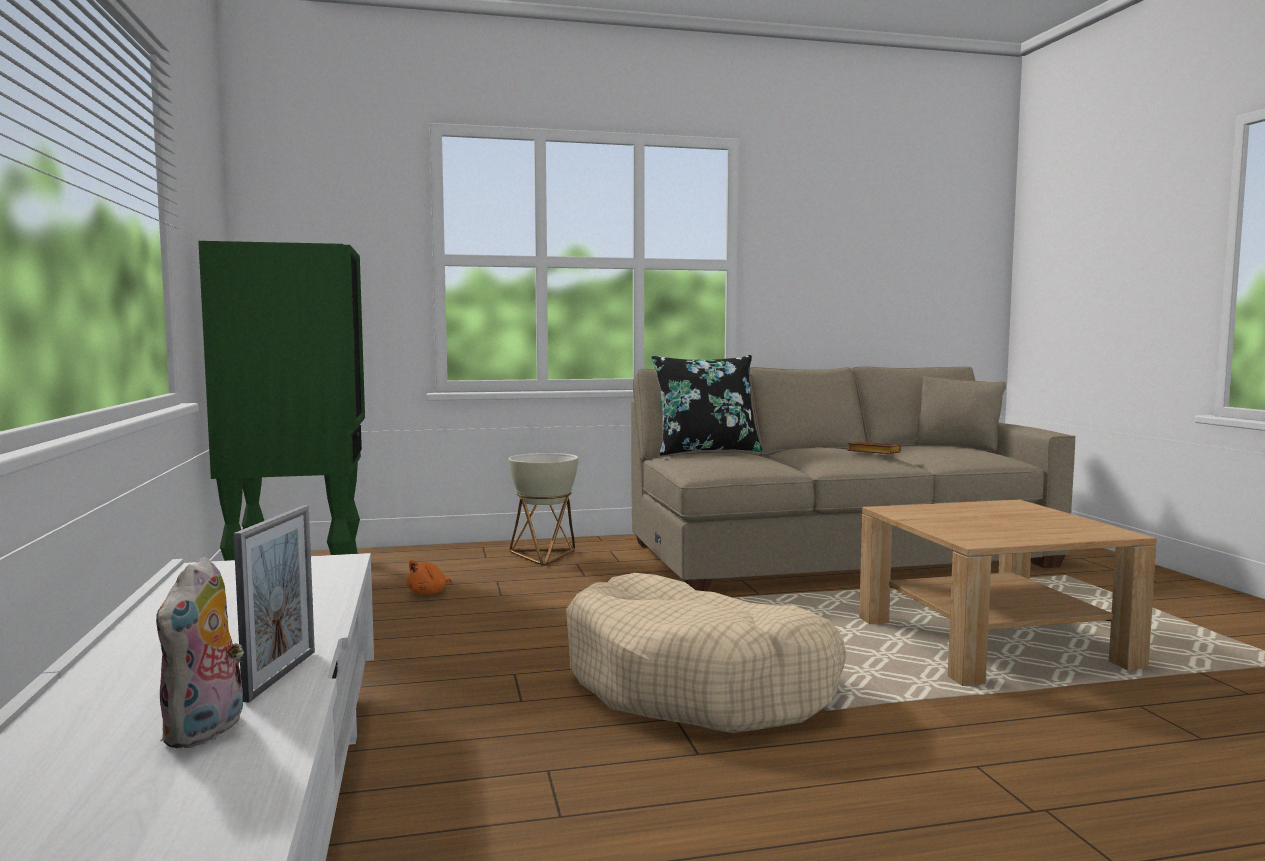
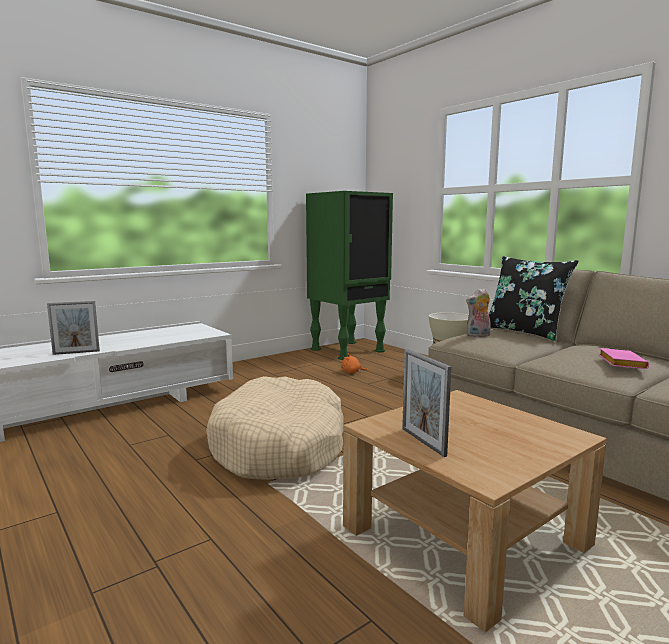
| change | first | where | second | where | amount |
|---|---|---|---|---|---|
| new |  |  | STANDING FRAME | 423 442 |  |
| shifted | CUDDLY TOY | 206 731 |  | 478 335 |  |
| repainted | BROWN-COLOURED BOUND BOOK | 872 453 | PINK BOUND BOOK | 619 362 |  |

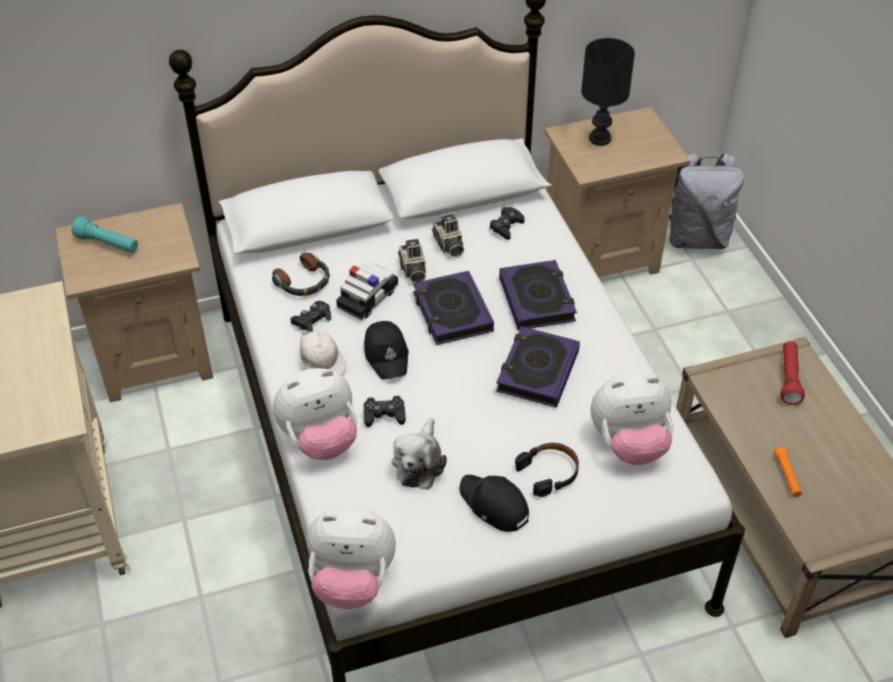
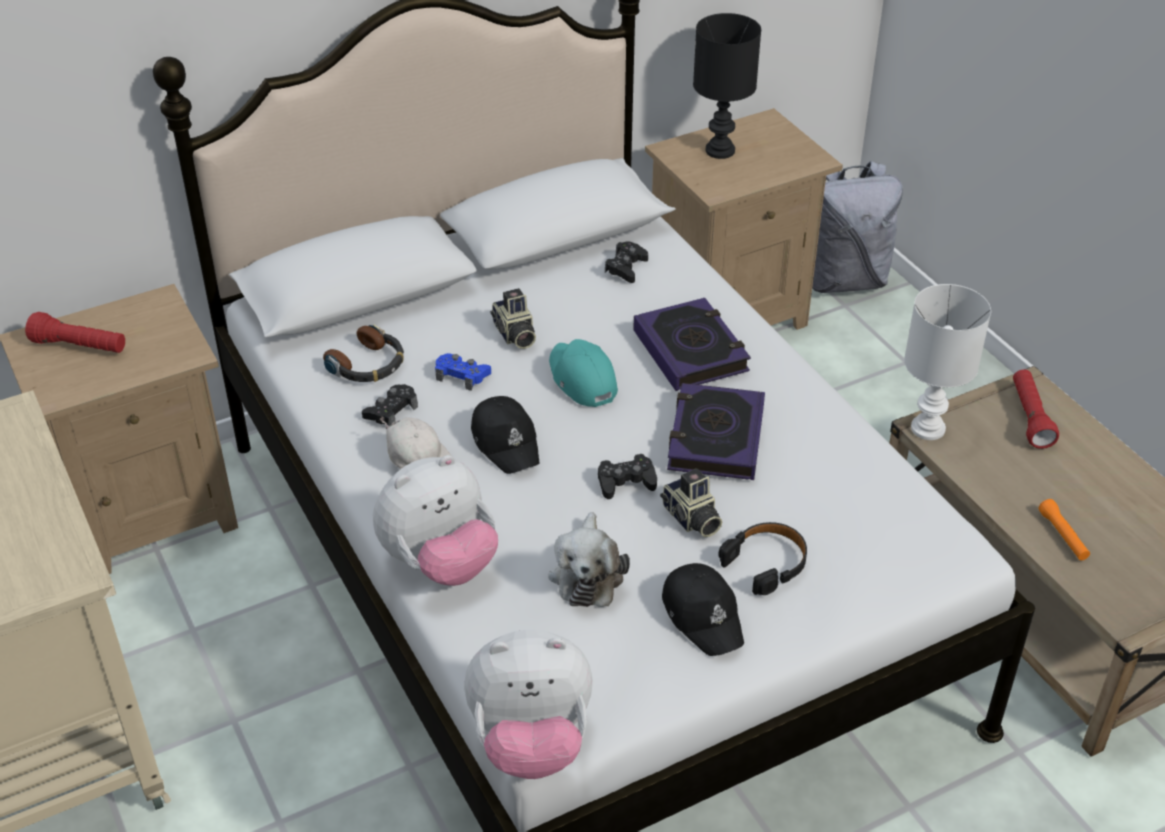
| change | first | where | second | where | amount |
|---|---|---|---|---|---|
| repainted | TURQUOISE-COLOURED HAND TORCH | 108 244 | RED HAND TORCH | 80 347 |  |
| swapped | TOY CAR | 368 298 | BLUE GAMEPAD | 462 375 |  |
| swapped | BOUND BOOK | 452 312 | TURQUOISE-COLOURED CAP | 581 379 |  |
| shifted | BLACK GAMEPAD | 384 415 |  | 626 482 |  |
| shifted | STILL CAMERA | 448 246 |  | 691 519 |  |
| rotated | BLACK CAP | 494 505 |  | 703 615 | 150 degrees counterclockwise |
| new |  |  | WHITE-COLOURED LAMP FOR A TABLE | 927 429 |  |
| gone | CUDDLY TOY | 629 444 |  |  |  |

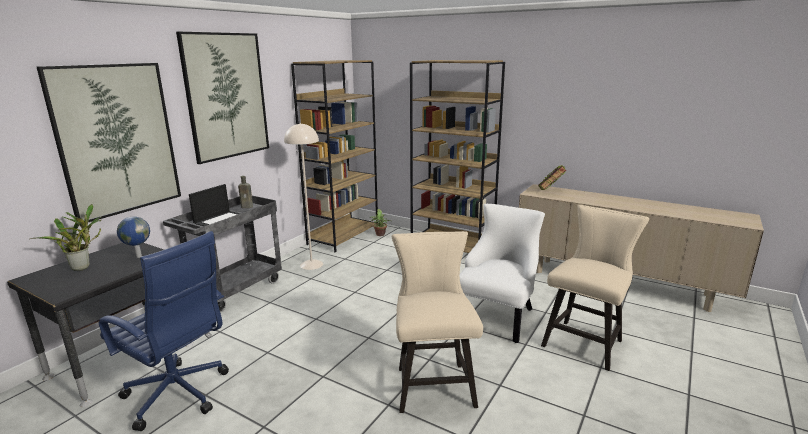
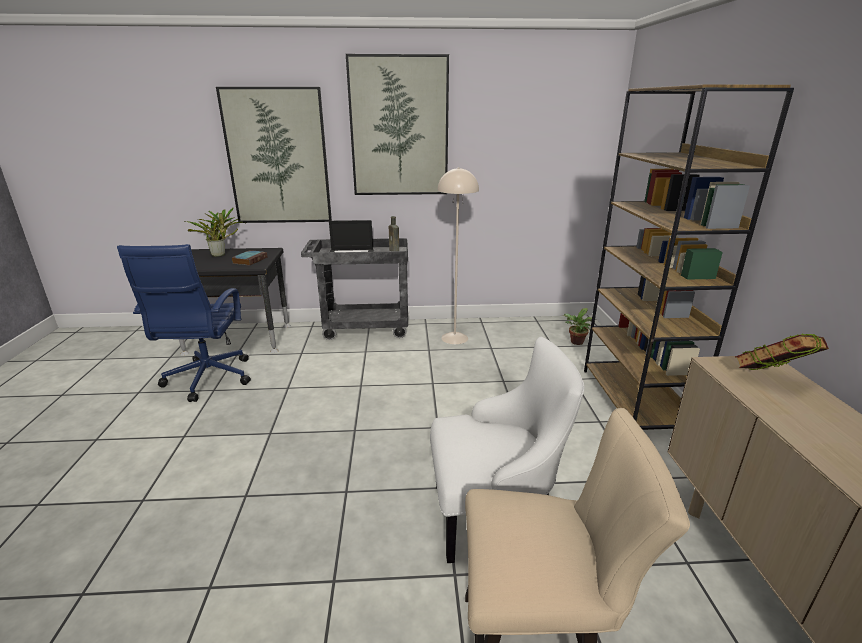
| change | first | where | second | where | amount |
|---|---|---|---|---|---|
| swapped | DESK GLOBE | 138 256 | BOUND BOOK | 250 260 |  |
| gone | BROWN-COLOURED BOOKSHELF | 343 236 |  |  |  |
| gone | SAND-COLOURED PLAIN CHAIR | 433 382 |  |  |  |

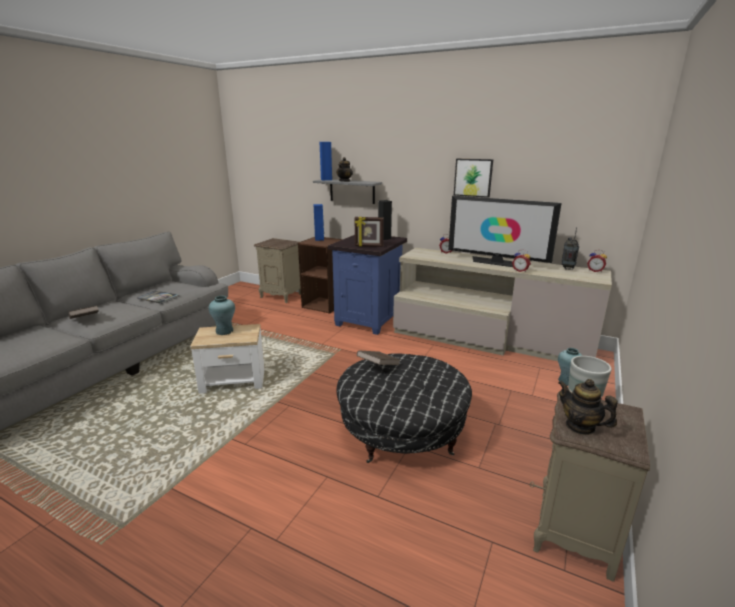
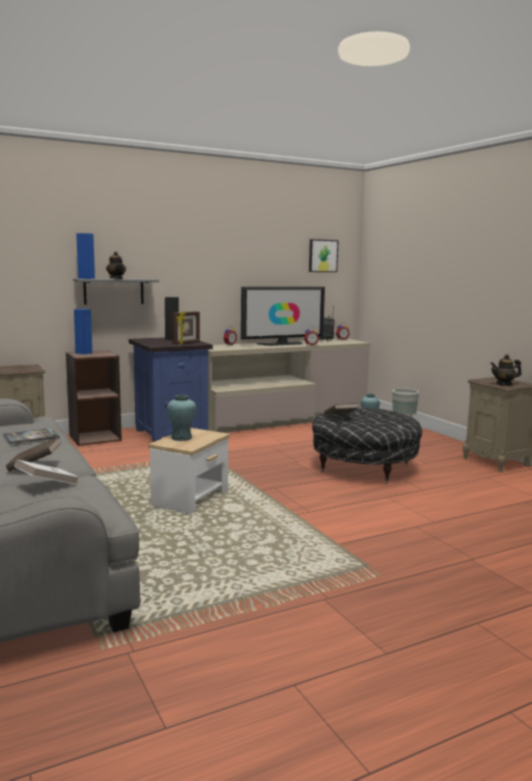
| change | first | where | second | where | amount |
|---|---|---|---|---|---|
| new |  |  | WHITE-COLOURED BOUND BOOK | 47 485 |  |
| shifted | WALL ART | 473 177 |  | 322 256 |  |

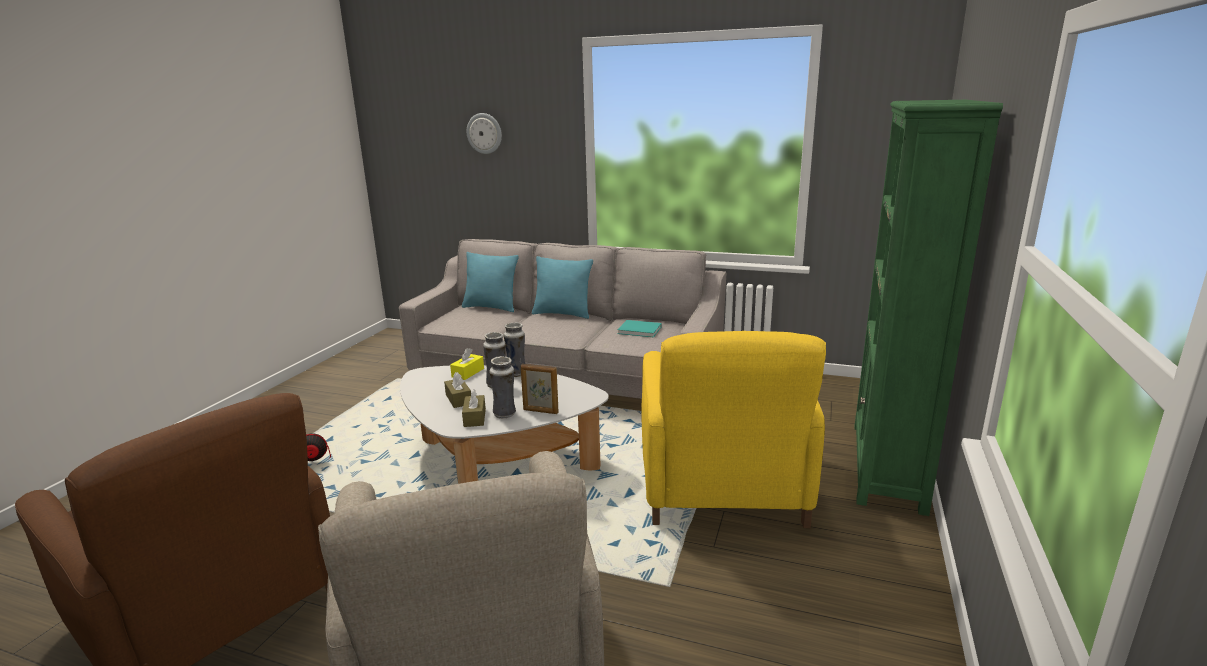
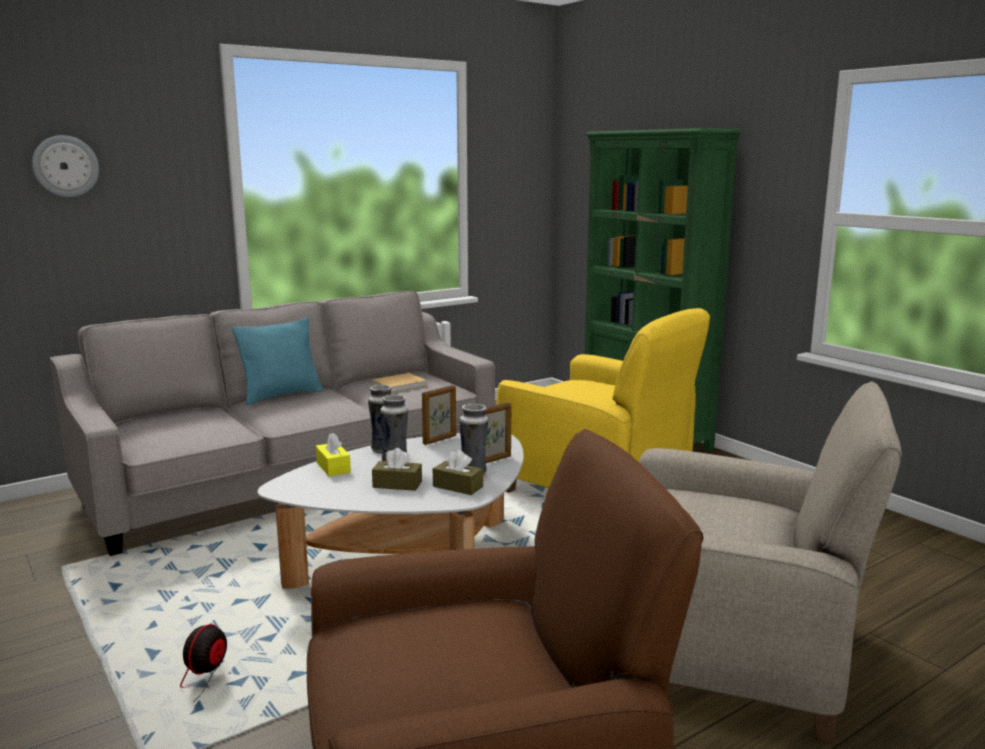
| change | first | where | second | where | amount |
|---|---|---|---|---|---|
| repainted | TURQUOISE-COLOURED BOUND BOOK | 641 330 | SAND-COLOURED BOUND BOOK | 400 384 |  |
| new |  |  | STANDING FRAME | 440 440 |  |
| gone | TURQUOISE-COLOURED PILLOW | 491 307 |  |  |  |

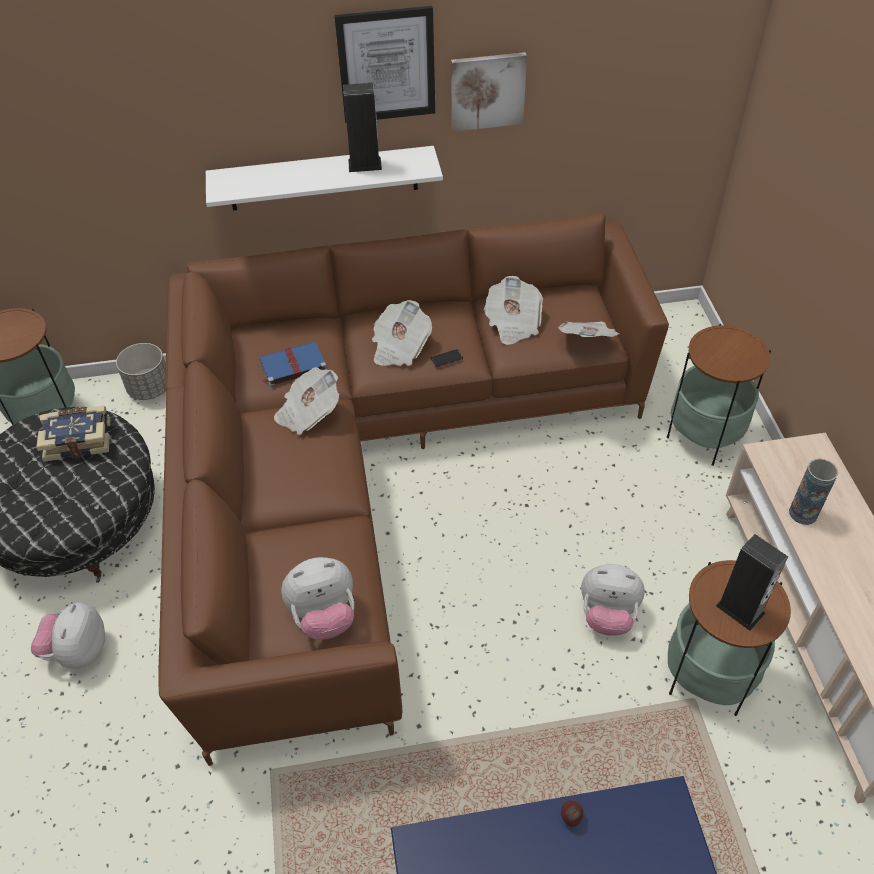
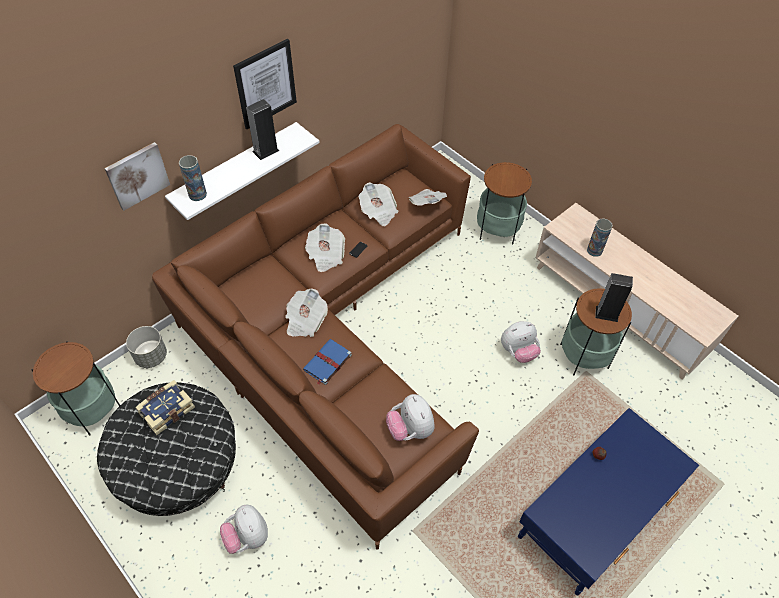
| change | first | where | second | where | amount |
|---|---|---|---|---|---|
| shifted | WALL ART | 487 91 |  | 137 175 |  |
| new |  |  | VASE | 197 194 |  |
| shifted | BLUE BOUND BOOK | 292 365 |  | 327 363 |  |
| rotated | CUDDLY TOY | 324 616 |  | 410 429 | 120 degrees clockwise |

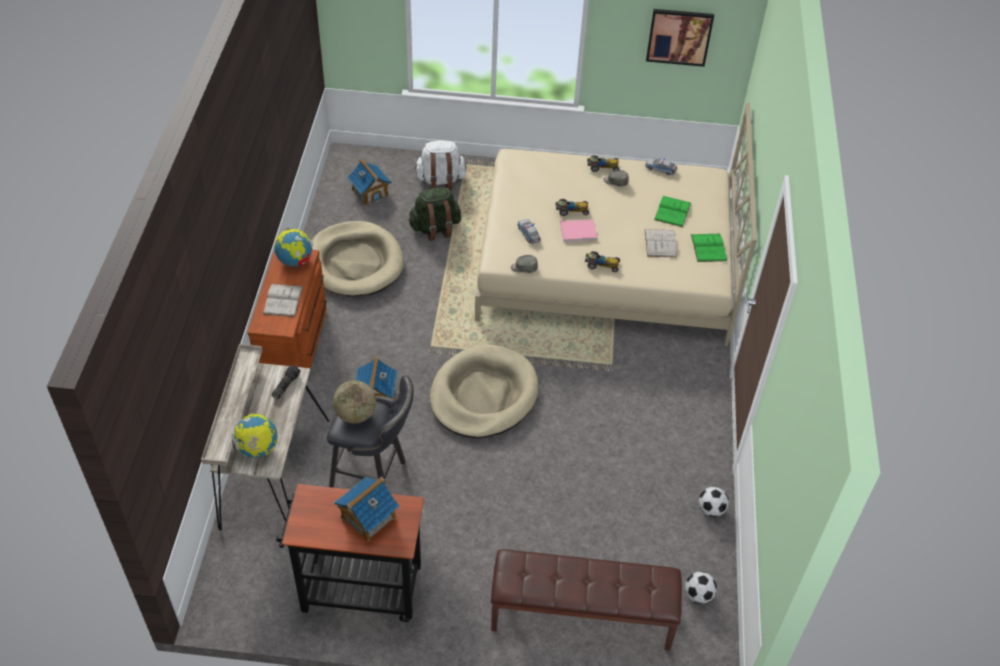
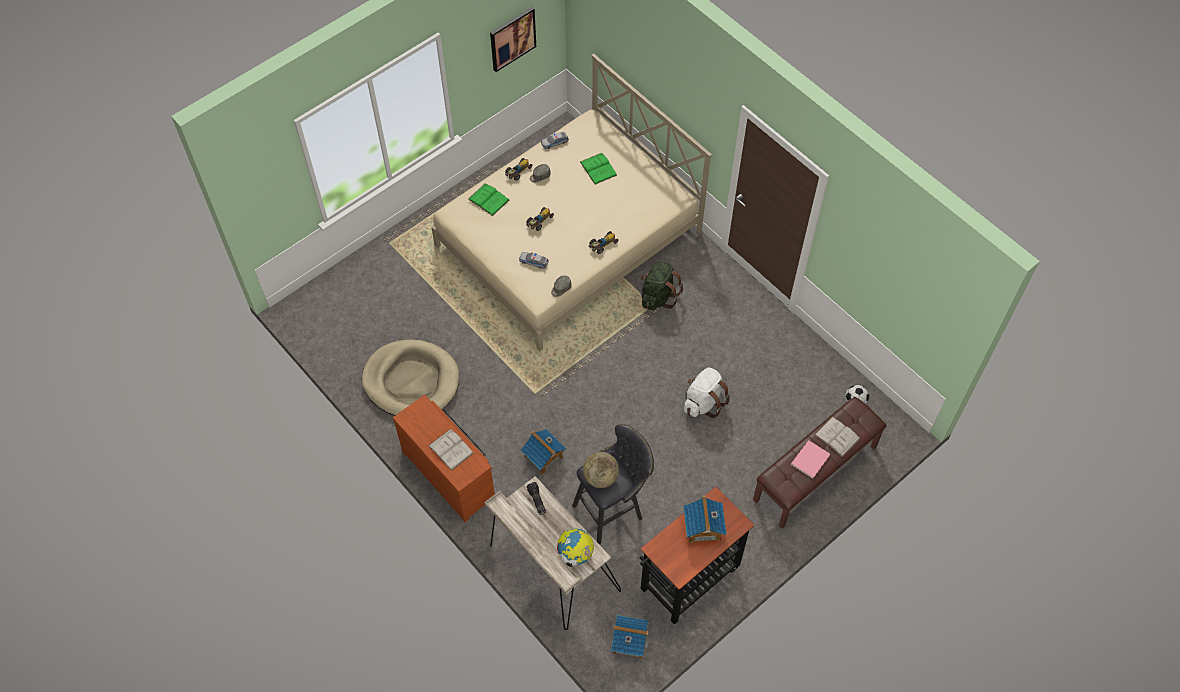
| change | first | where | second | where | amount |
|---|---|---|---|---|---|
| shifted | GREEN BOUND BOOK | 708 247 |  | 488 199 |  |
| shifted | MODEL HOUSE | 370 192 |  | 629 641 |  |
| shifted | GREEN BACKPACK | 435 228 |  | 658 296 |  |
| shifted | WHITE-COLOURED BACKPACK | 440 180 |  | 703 402 |  |
| shifted | PINK BOUND BOOK | 577 231 |  | 808 460 |  |
| shifted | WHITE-COLOURED BOUND BOOK | 660 243 |  | 837 436 |  |
| gone | DESK GLOBE | 295 261 |  |  |  |
| gone | SAND-COLOURED DOG BED | 483 395 |  |  |  |
| gone | BALL FOR FOOTBALL | 711 509 |  |  |  |

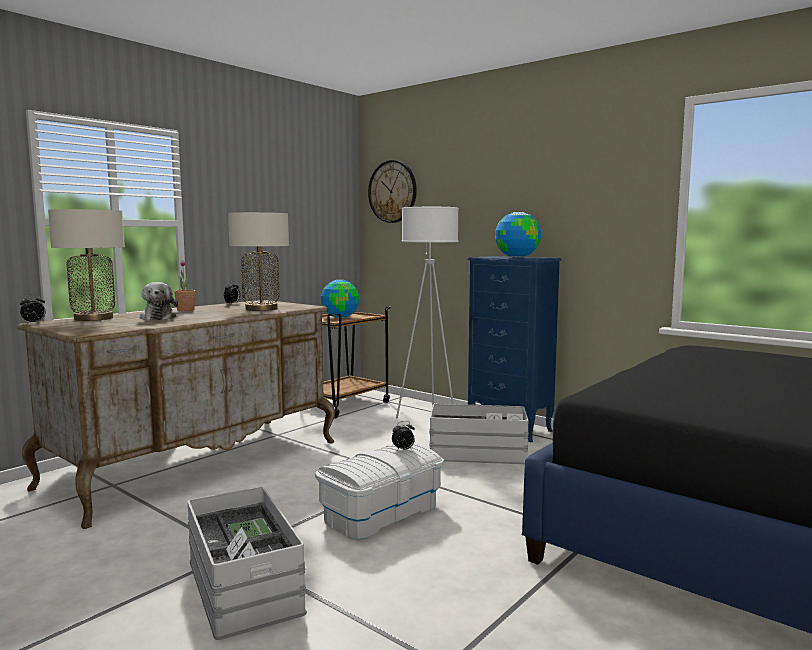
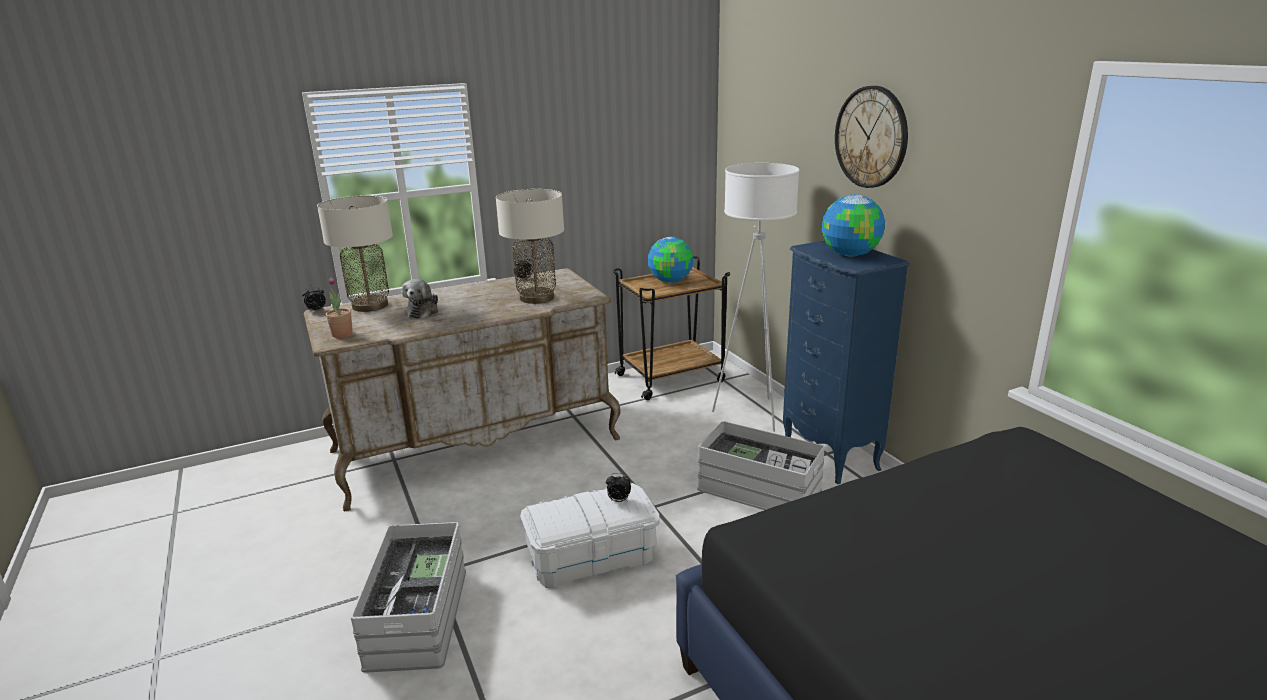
| change | first | where | second | where | amount |
|---|---|---|---|---|---|
| shifted | HOUSEPLANT | 185 310 |  | 342 334 |  |
| shifted | WALL CLOCK | 392 191 |  | 871 137 |  |

